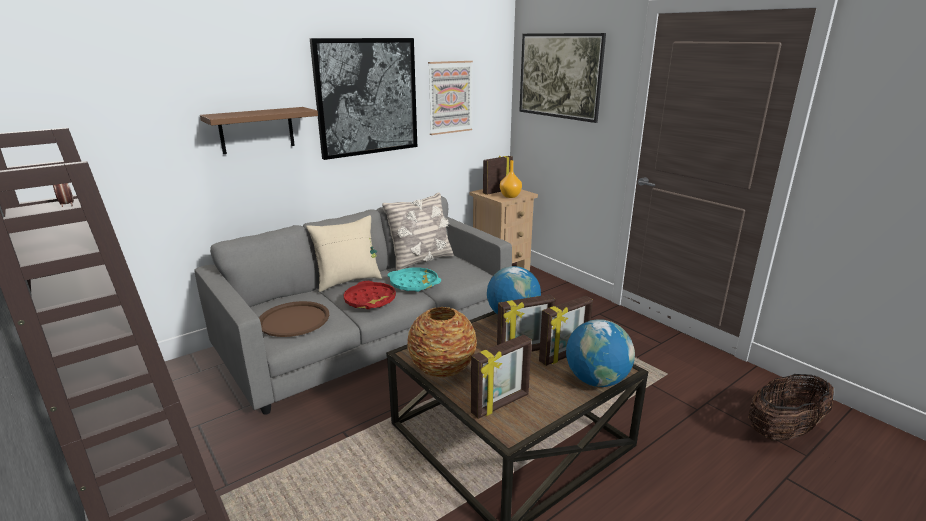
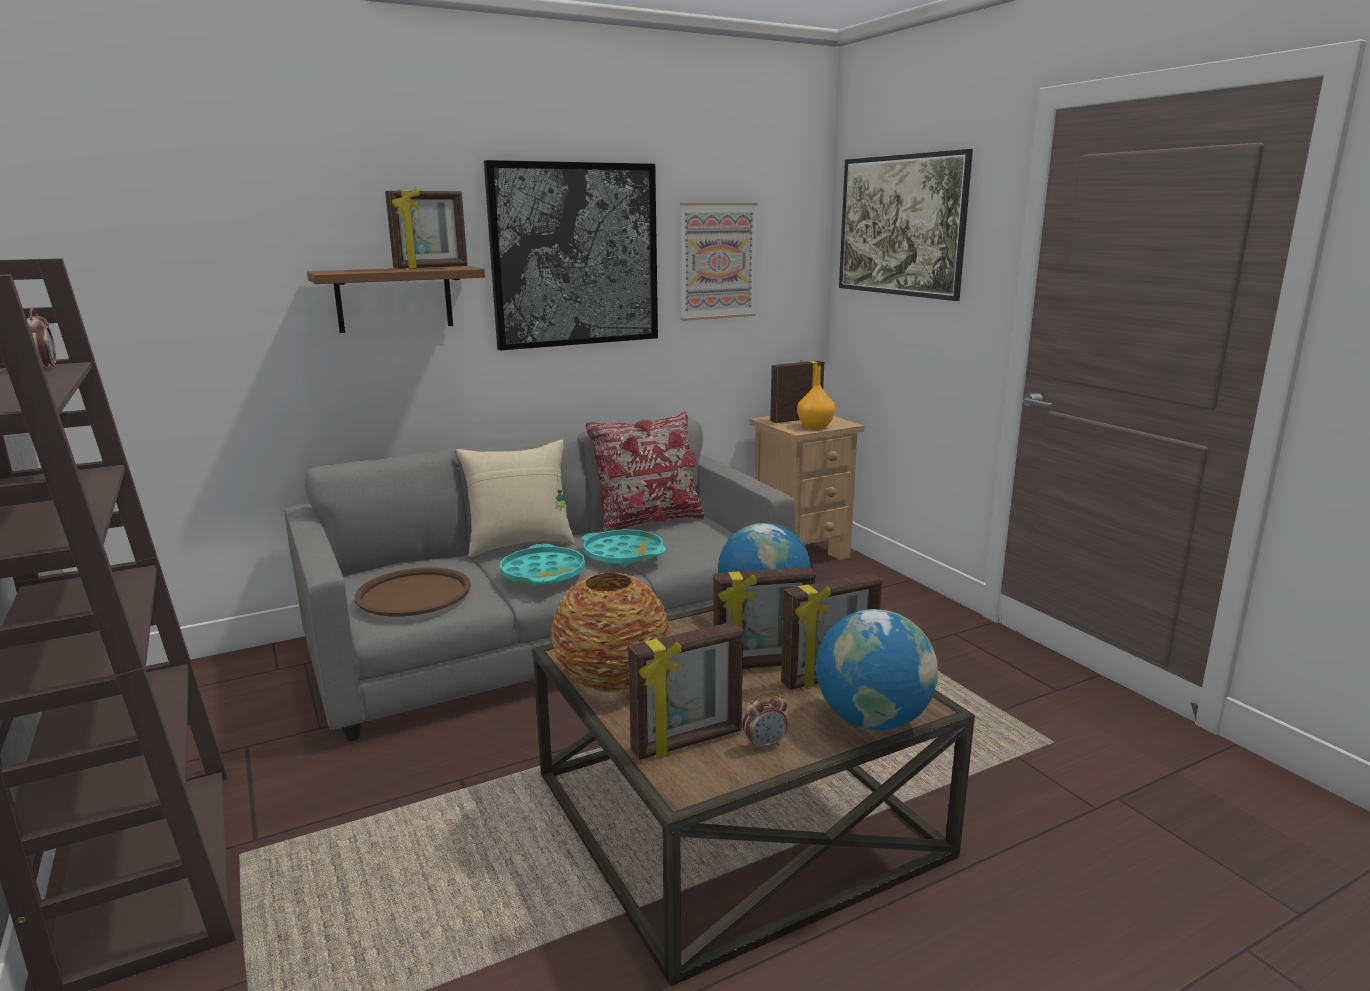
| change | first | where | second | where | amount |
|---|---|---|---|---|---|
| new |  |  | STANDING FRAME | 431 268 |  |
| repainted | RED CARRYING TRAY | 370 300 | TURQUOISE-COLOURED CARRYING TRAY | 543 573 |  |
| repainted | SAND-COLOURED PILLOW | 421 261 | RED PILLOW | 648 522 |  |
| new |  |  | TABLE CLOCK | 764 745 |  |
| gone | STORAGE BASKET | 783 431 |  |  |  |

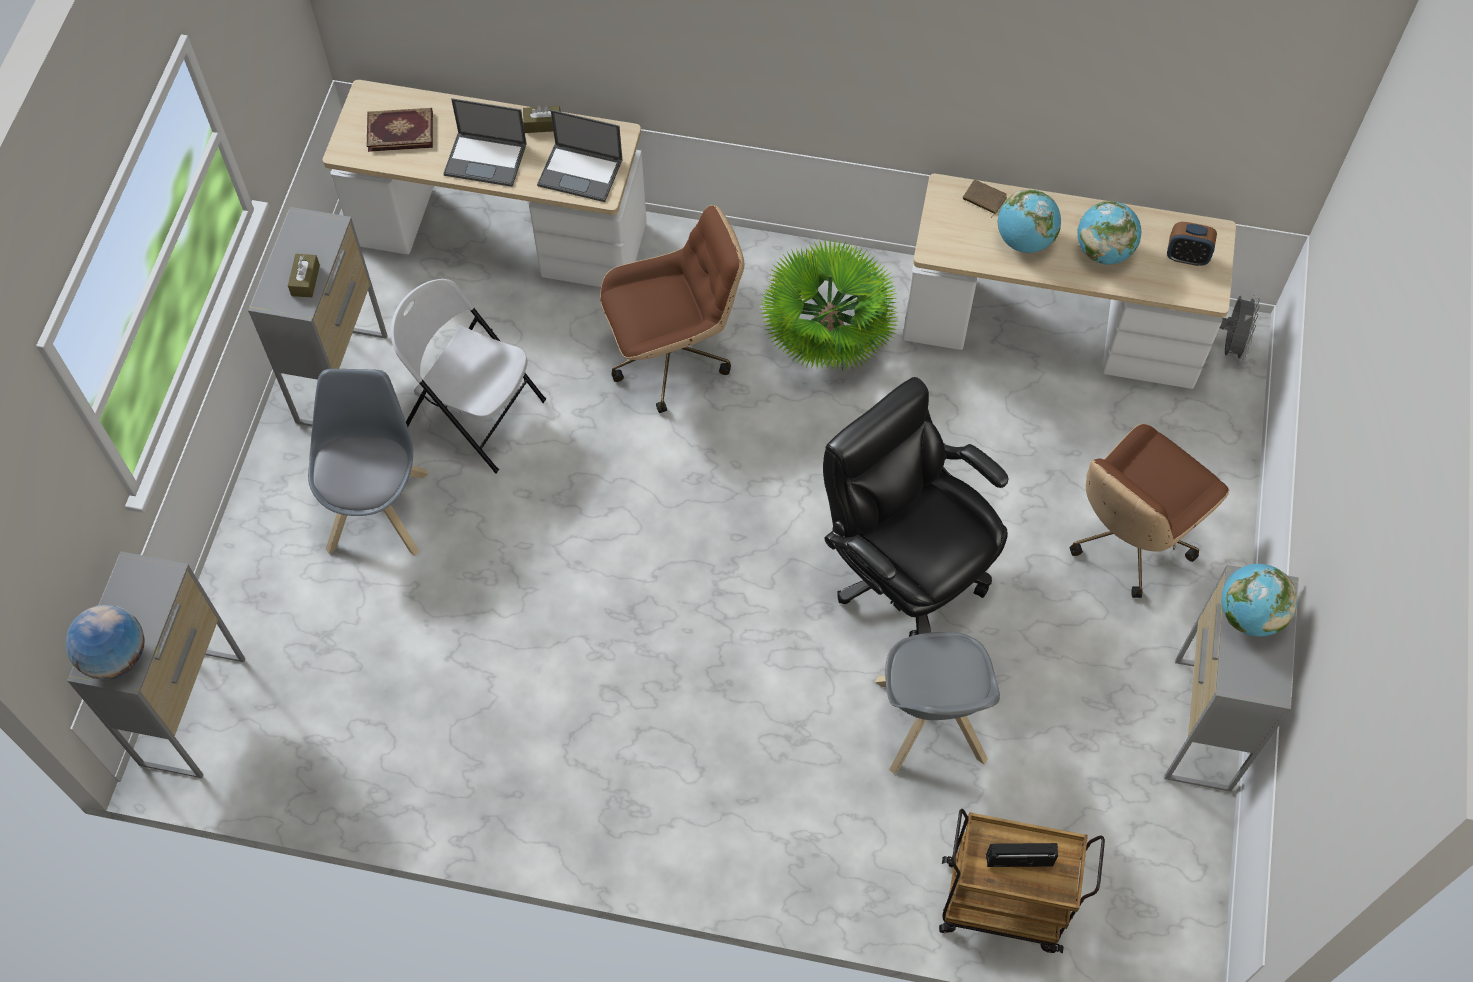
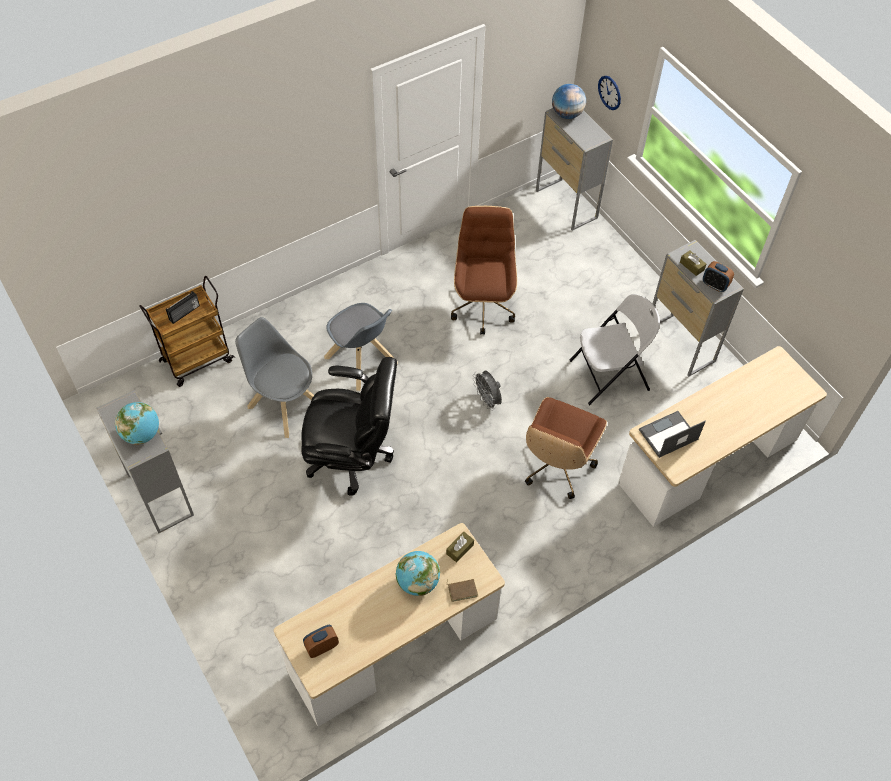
| change | first | where | second | where | amount |
|---|---|---|---|---|---|
| shifted | GREY PLAIN CHAIR | 379 507 |  | 362 361 |  |
| shifted | BROWN-COLOURED TISSUE HOLDER | 543 124 |  | 460 549 |  |
| shifted | BROWN-COLOURED COMPUTER CHAIR | 1128 543 |  | 483 305 |  |
| shifted | GREY FAN | 1230 345 |  | 487 400 |  |
| new |  |  | WALL CLOCK | 609 92 |  |
| new |  |  | TABLE CLOCK | 715 285 |  |
| gone | BOUND BOOK | 400 130 |  |  |  |
| gone | NOTEBOOK COMPUTER | 486 159 |  |  |  |
| gone | HOUSEPLANT | 826 343 |  |  |  |
| gone | DESK GLOBE | 1103 251 |  |  |  |

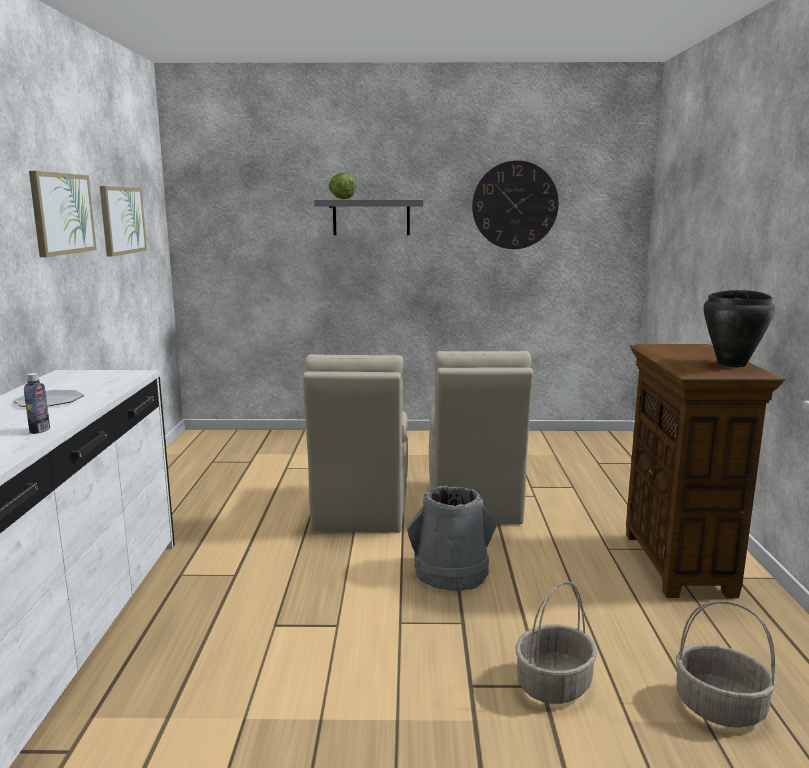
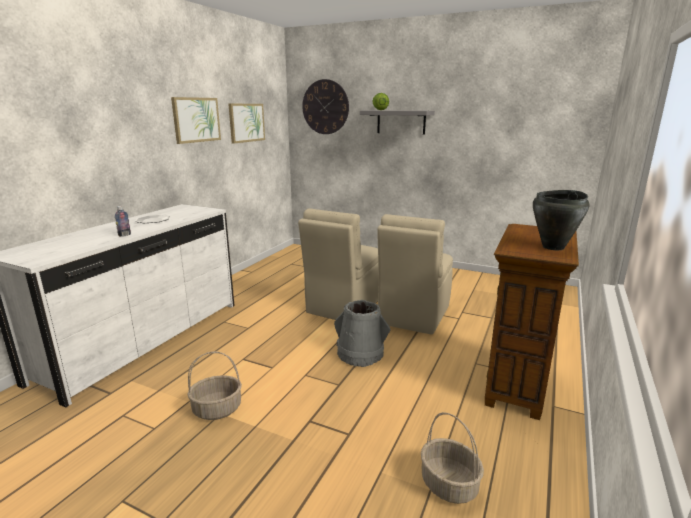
| change | first | where | second | where | amount |
|---|---|---|---|---|---|
| shifted | STORAGE BASKET | 554 685 |  | 216 410 |  |
| shifted | WALL CLOCK | 515 205 |  | 325 107 |  |

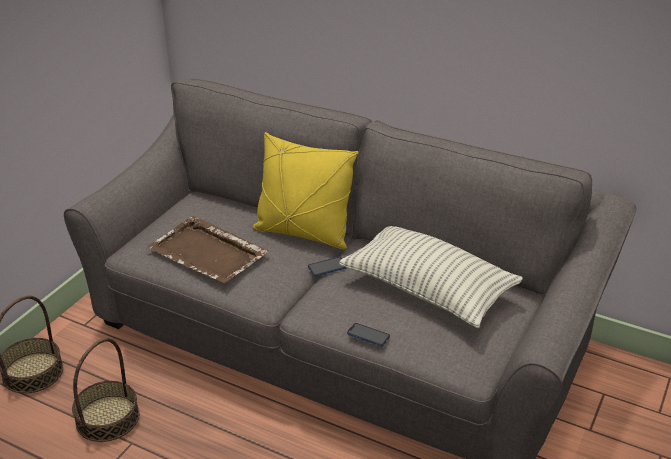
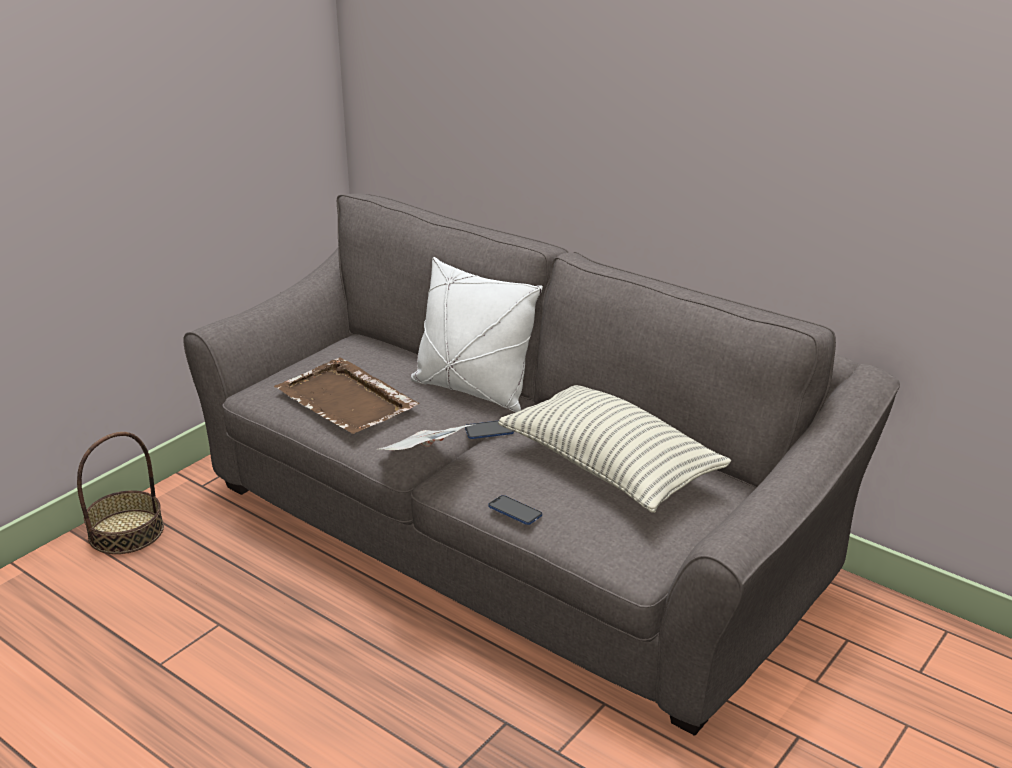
| change | first | where | second | where | amount |
|---|---|---|---|---|---|
| new |  |  | PRINTED PAPER | 426 460 |  |
| repainted | YELLOW-COLOURED PILLOW | 303 233 | WHITE-COLOURED PILLOW | 472 390 |  |
| gone | STORAGE BASKET | 107 418 |  |  |  |

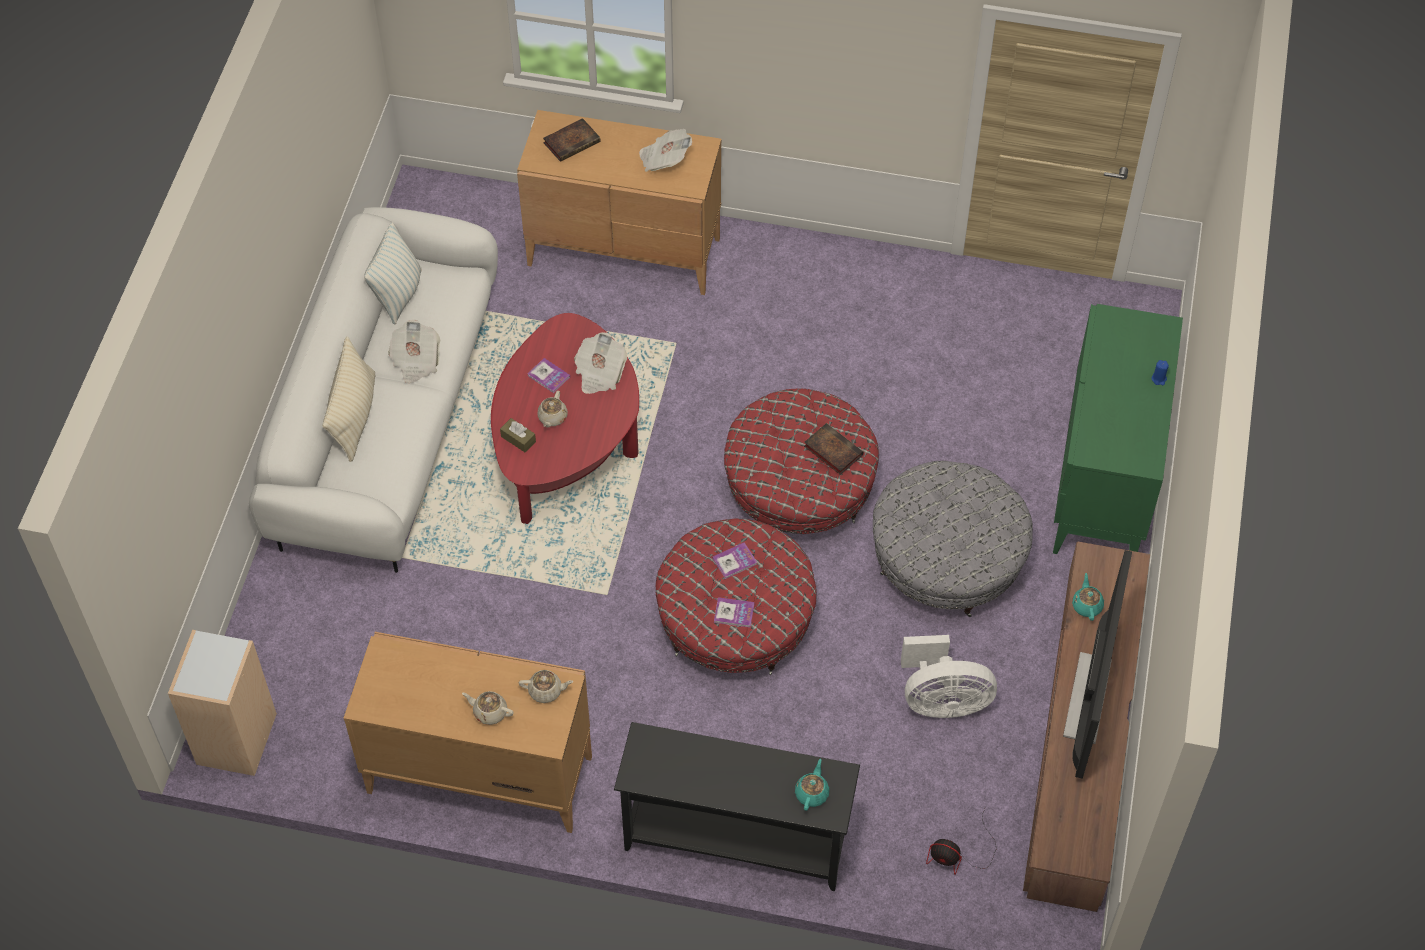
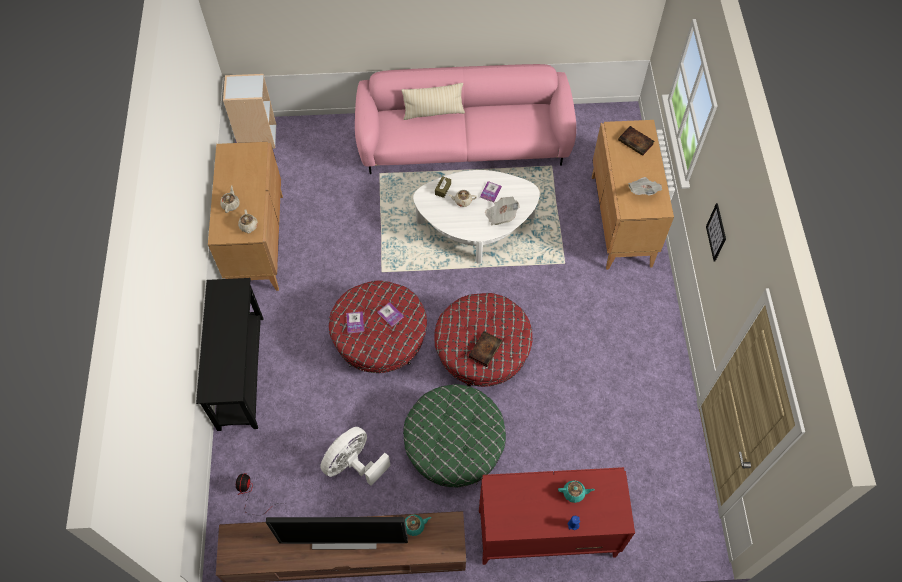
| change | first | where | second | where | amount |
|---|---|---|---|---|---|
| rotated | WHITE-COLOURED FAN | 942 701 |  | 353 464 | 60 degrees clockwise |
| repainted | WHITE-COLOURED COUCH | 387 419 | PINK COUCH | 464 143 |  |
| repainted | GREY FOOTREST | 947 561 | GREEN FOOTREST | 454 447 |  |
| repainted | RED LOUNGE TABLE | 566 443 | WHITE-COLOURED LOUNGE TABLE | 476 227 |  |
| repainted | GREEN STORAGE CABINET | 1103 480 | RED STORAGE CABINET | 546 533 |  |
| shifted | TURQUOISE-COLOURED TEAPOT | 812 793 |  | 574 493 |  |
| new |  |  | WALL ART | 716 232 |  |
| gone | PILLOW | 398 294 |  |  |  |
| gone | PRINTED PAPER | 416 361 |  |  |  |

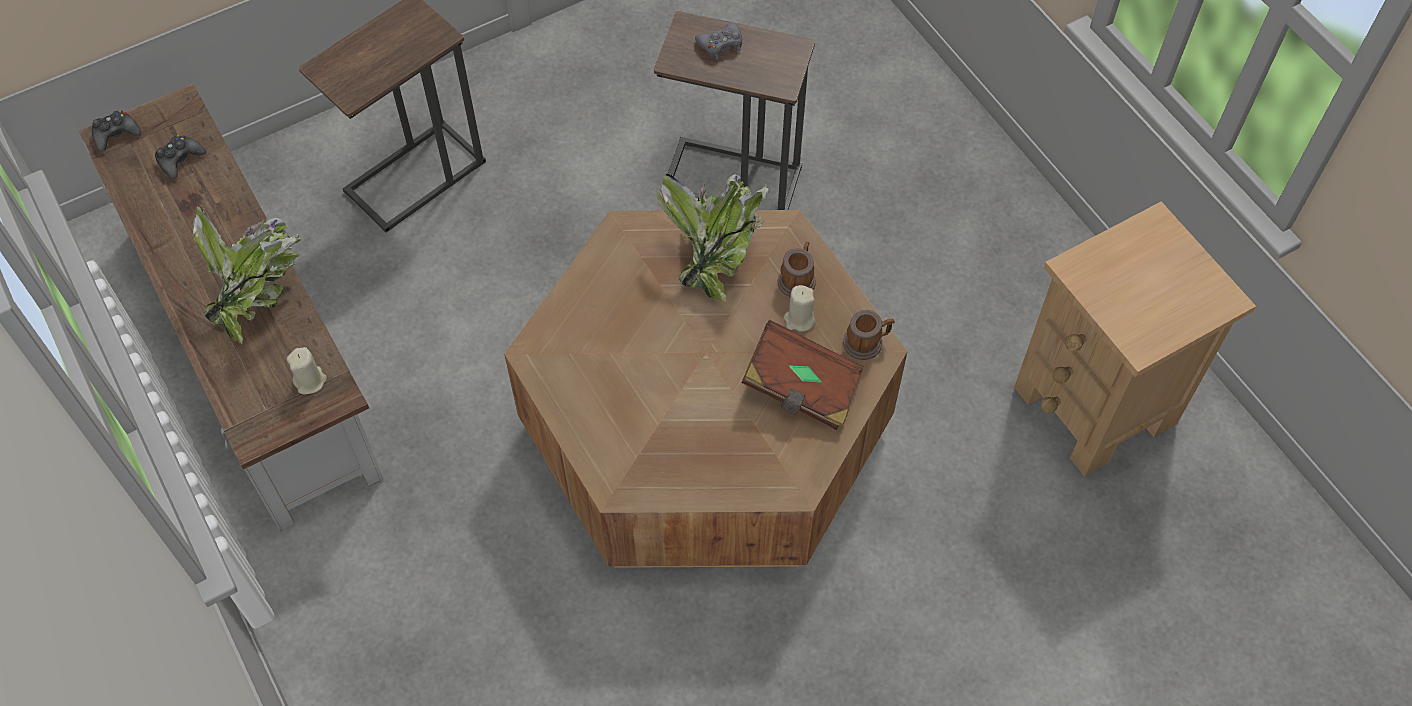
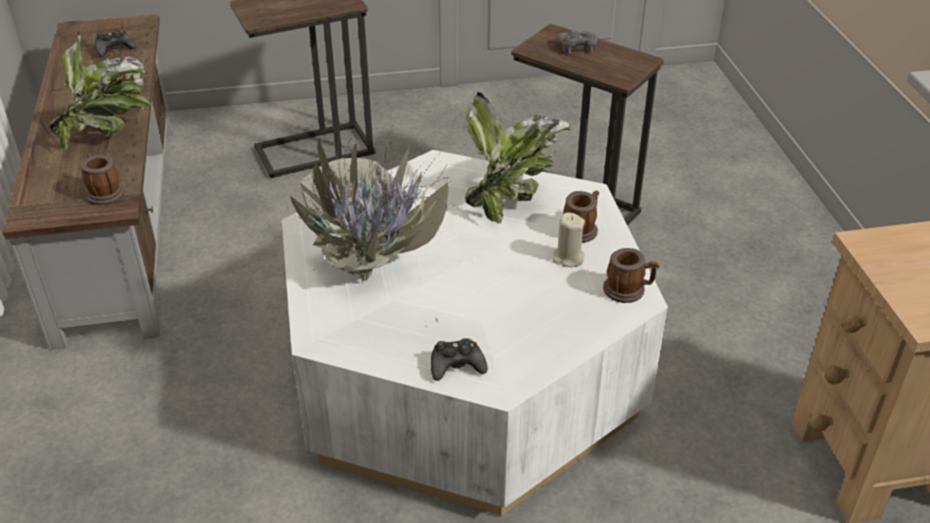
| change | first | where | second | where | amount |
|---|---|---|---|---|---|
| swapped | SAND-COLOURED WAX LIGHT | 310 381 | TEA MUG | 103 192 |  |
| repainted | BROWN-COLOURED LOUNGE TABLE | 705 427 | WHITE-COLOURED LOUNGE TABLE | 464 374 |  |
| new |  |  | HOUSEPLANT | 375 271 |  |
| shifted | BLACK GAMEPAD | 116 134 |  | 457 365 |  |
| gone | BROWN-COLOURED BOUND BOOK | 801 388 |  |  |  |

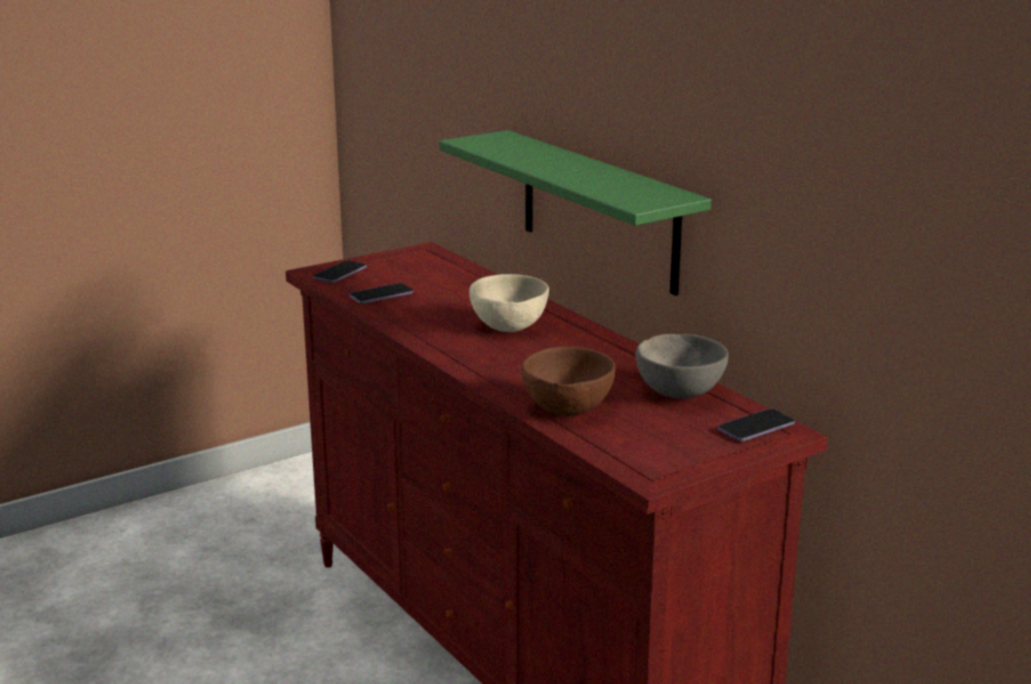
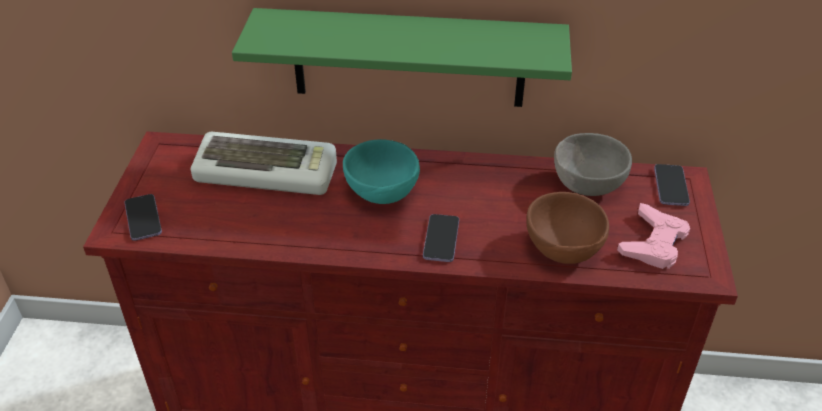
| change | first | where | second | where | amount |
|---|---|---|---|---|---|
| new |  |  | KEYBOARD | 268 171 |  |
| repainted | SAND-COLOURED BOWL | 507 327 | TURQUOISE-COLOURED BOWL | 381 193 |  |
| shifted | HANDSET | 381 296 |  | 441 239 |  |
| new |  |  | PINK GAMEPAD | 653 243 |  |

